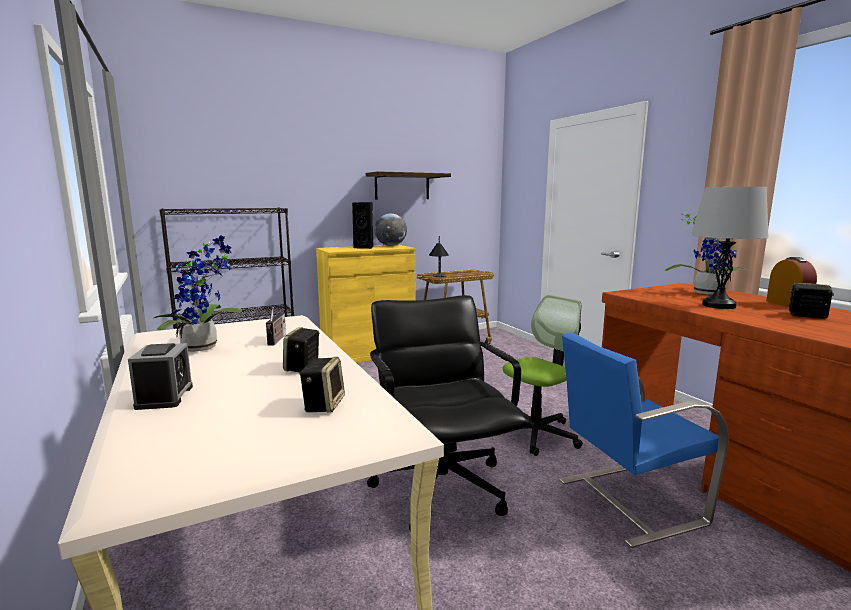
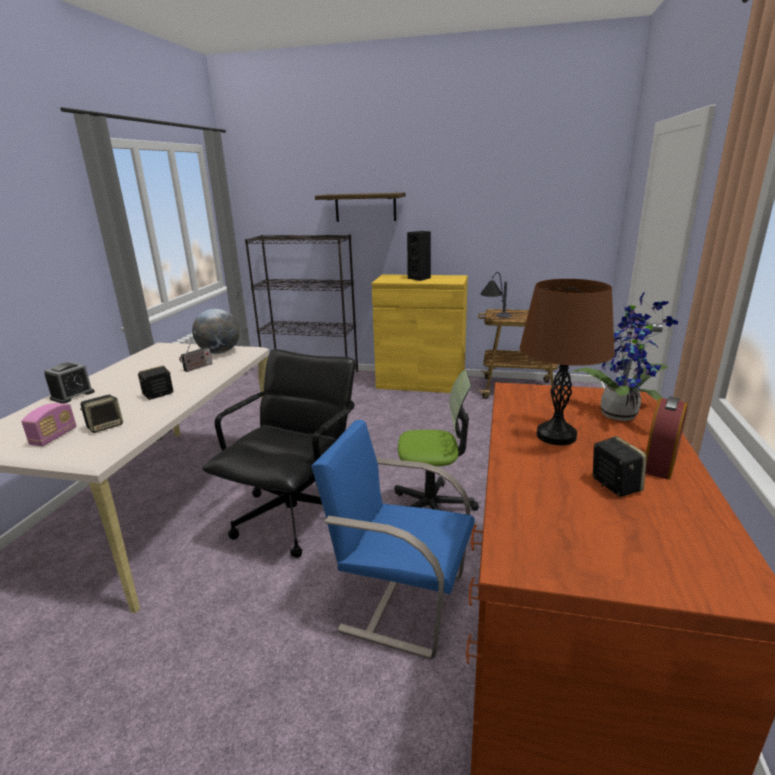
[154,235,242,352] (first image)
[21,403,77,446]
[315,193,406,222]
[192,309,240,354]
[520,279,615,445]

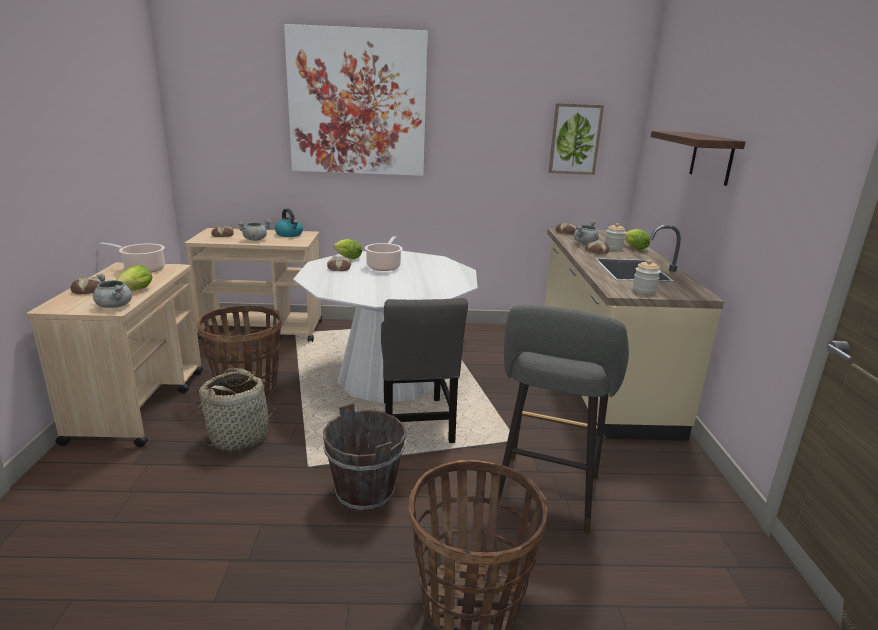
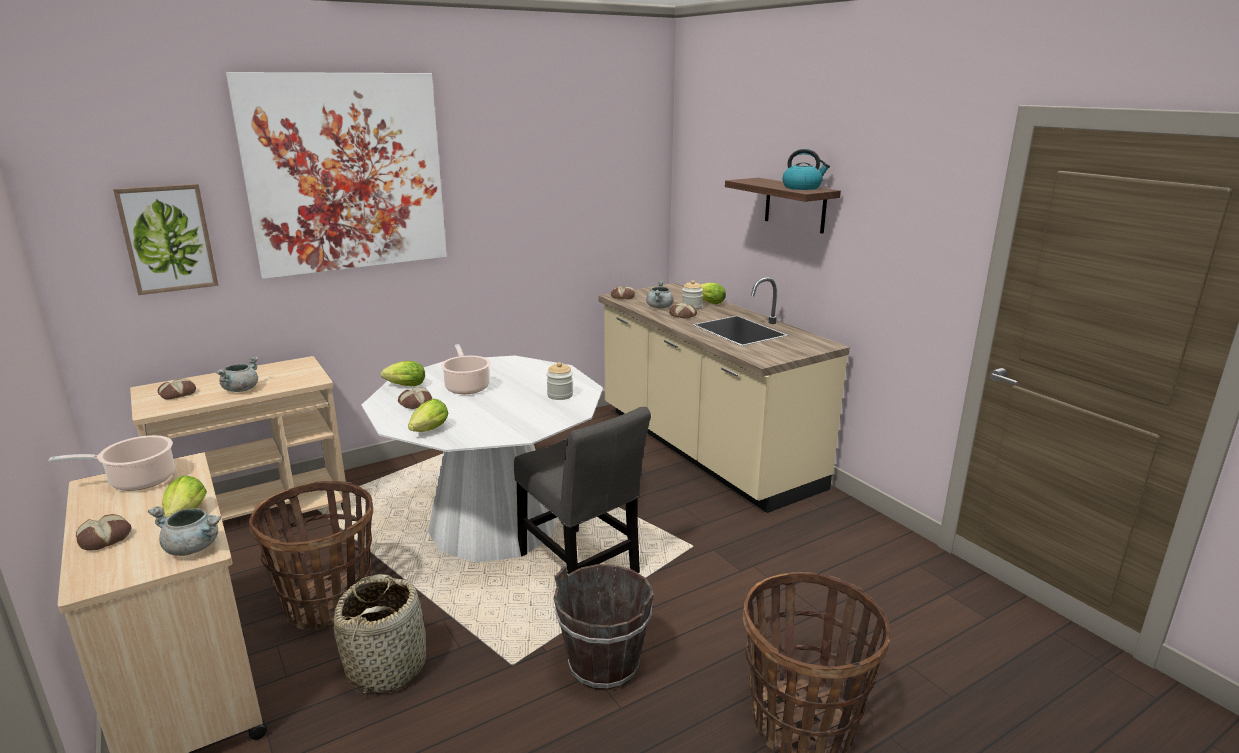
[498,305,629,534] (first image)
[408,399,448,432]
[782,149,830,190]
[113,184,219,295]
[546,362,573,400]

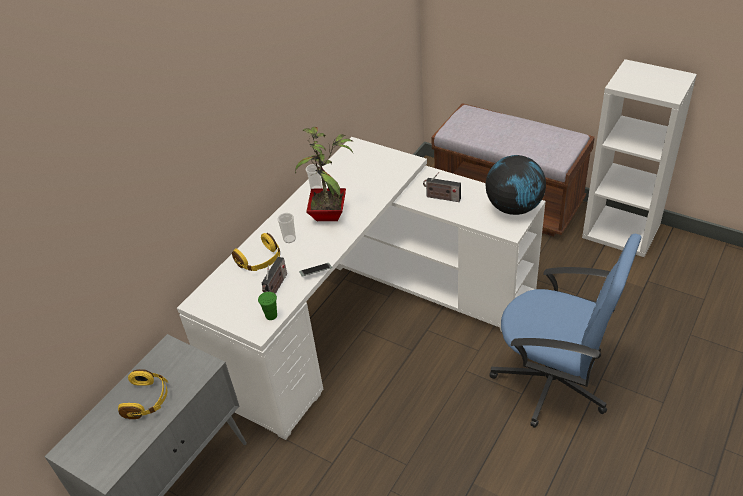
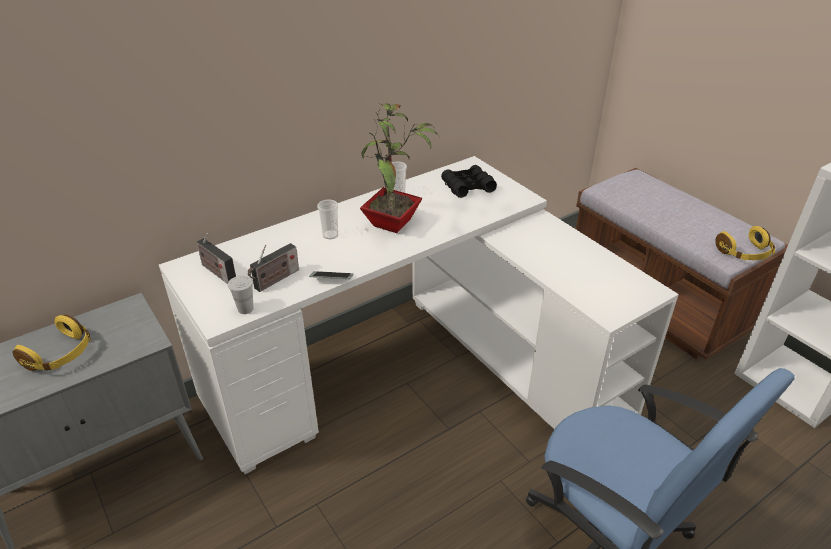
[486,155,546,215] (first image)
[441,165,497,198]
[715,226,775,260]
[196,233,236,284]
[228,275,253,314]

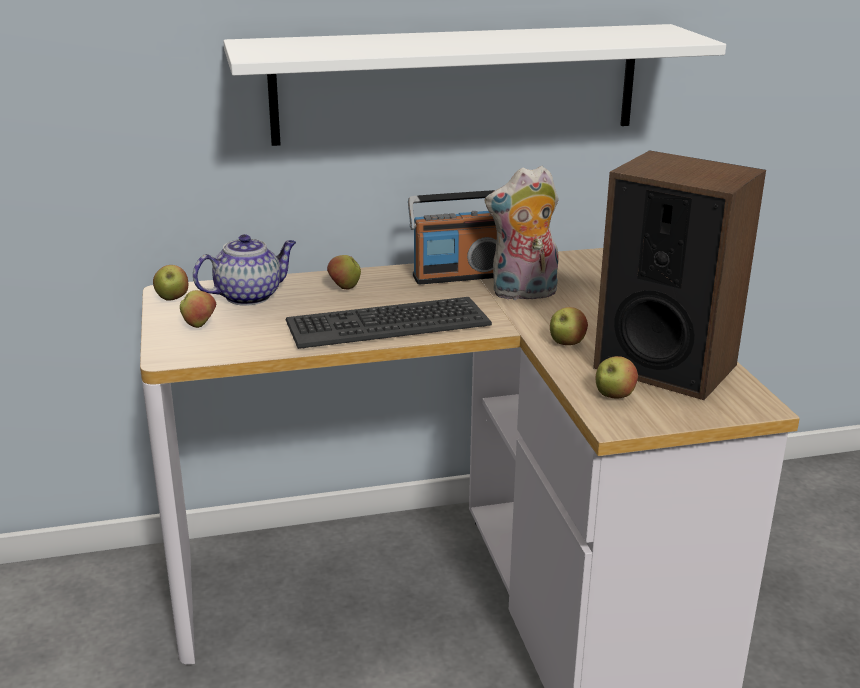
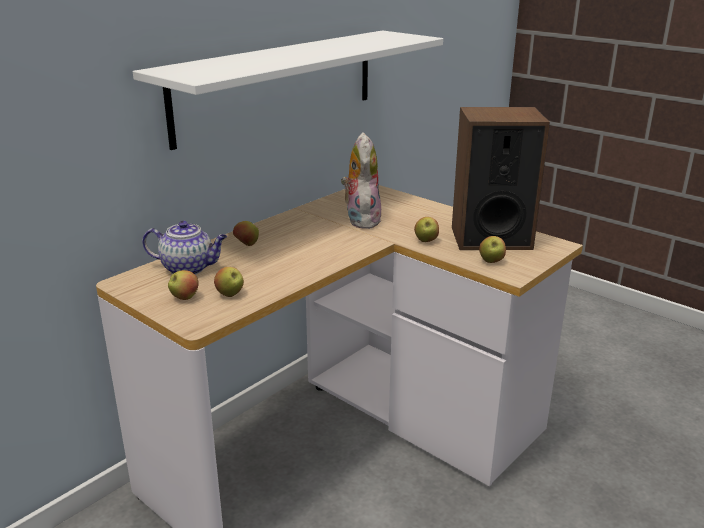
[286,297,492,349] (first image)
[408,190,497,284] (first image)
[214,267,244,297]
[142,221,227,275]
[341,132,381,229]

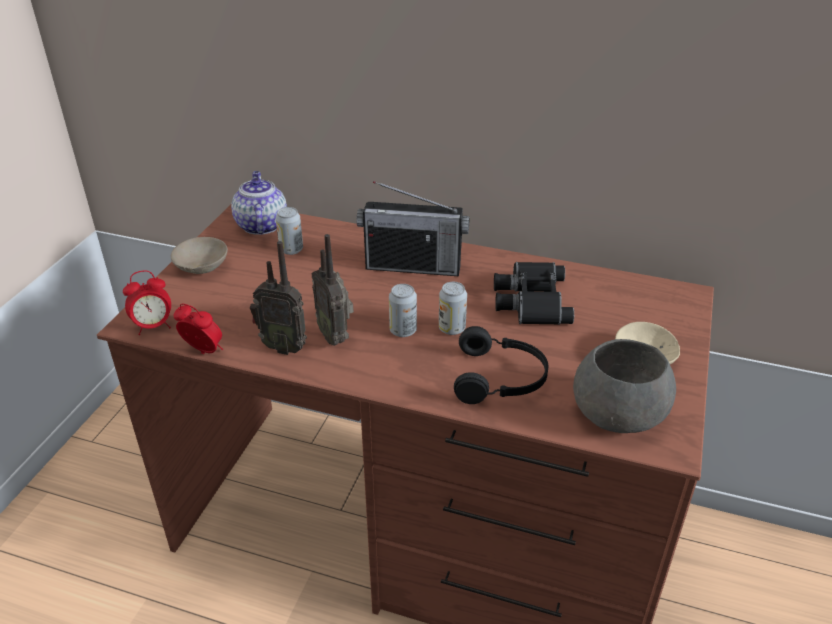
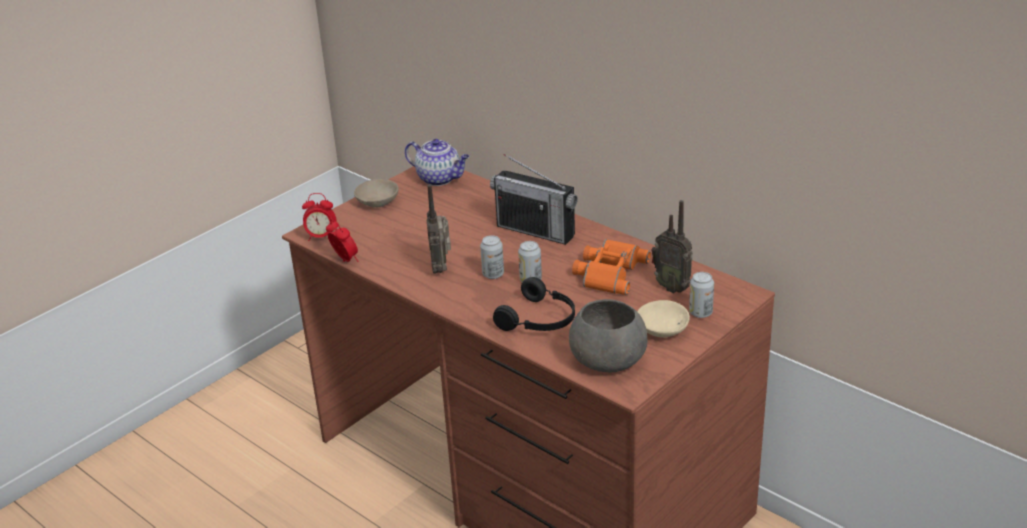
[652,200,693,293]
[689,272,714,318]
[572,239,651,295]
[405,139,470,186]

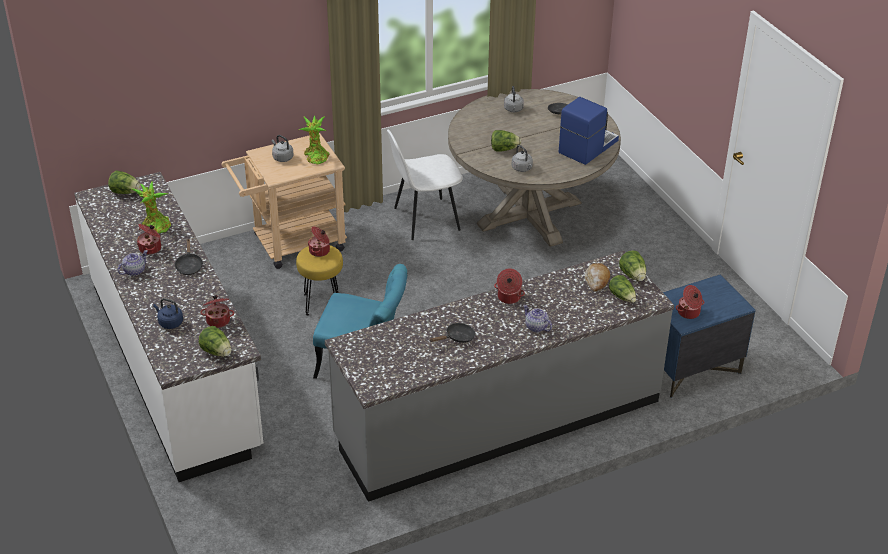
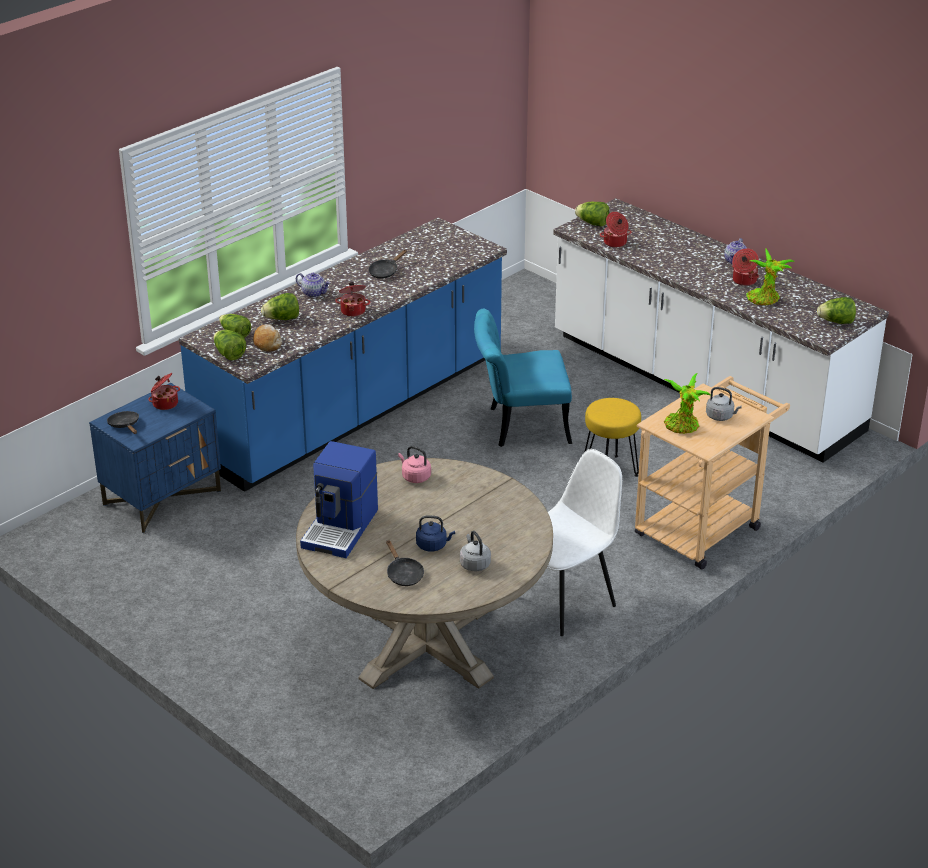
[308,226,330,257] (first image)
[416,515,455,552]
[107,411,139,434]
[261,293,299,320]
[179,217,507,492]
[398,446,431,483]

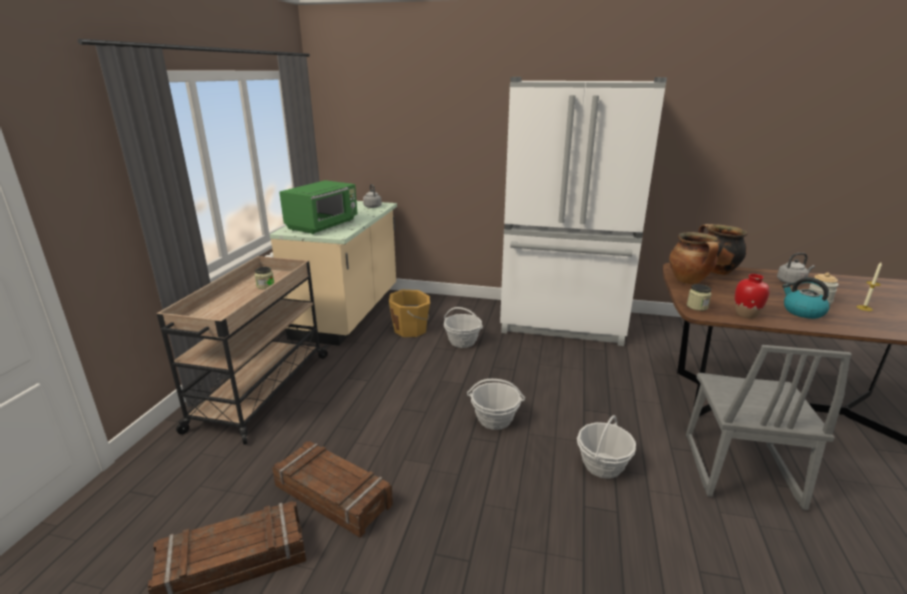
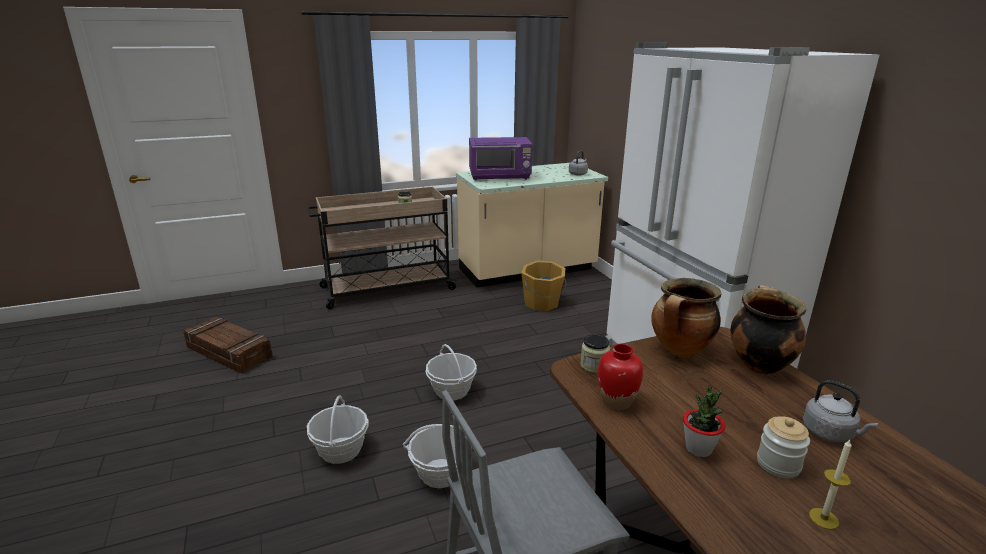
[272,441,393,538] (first image)
[307,395,369,464]
[683,386,725,457]
[469,137,533,180]

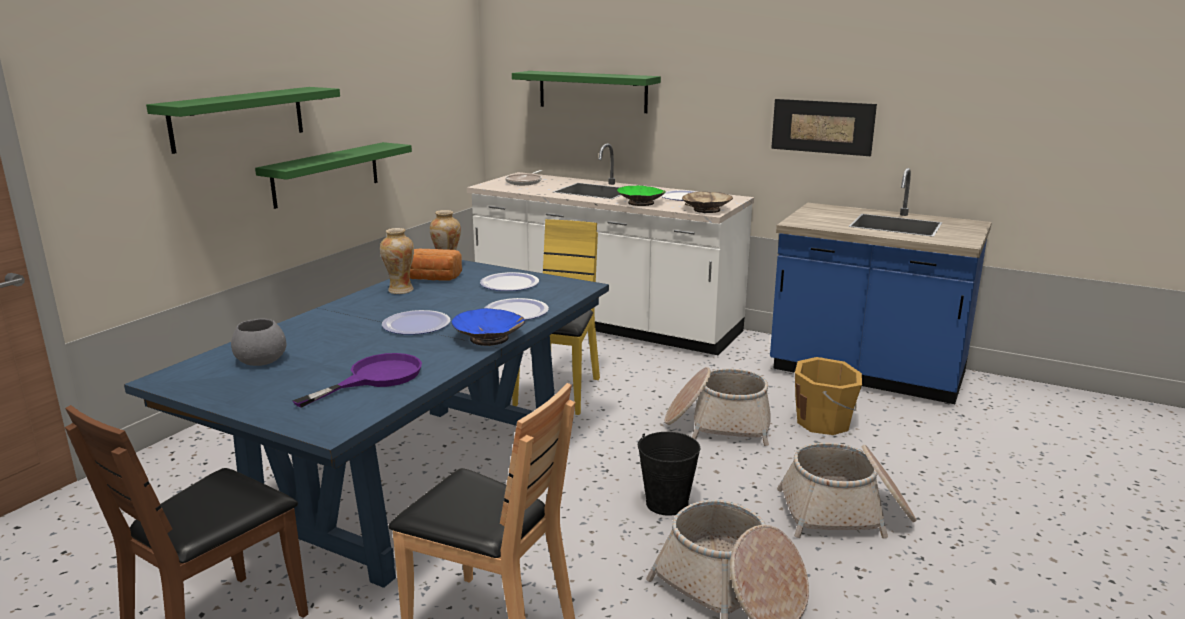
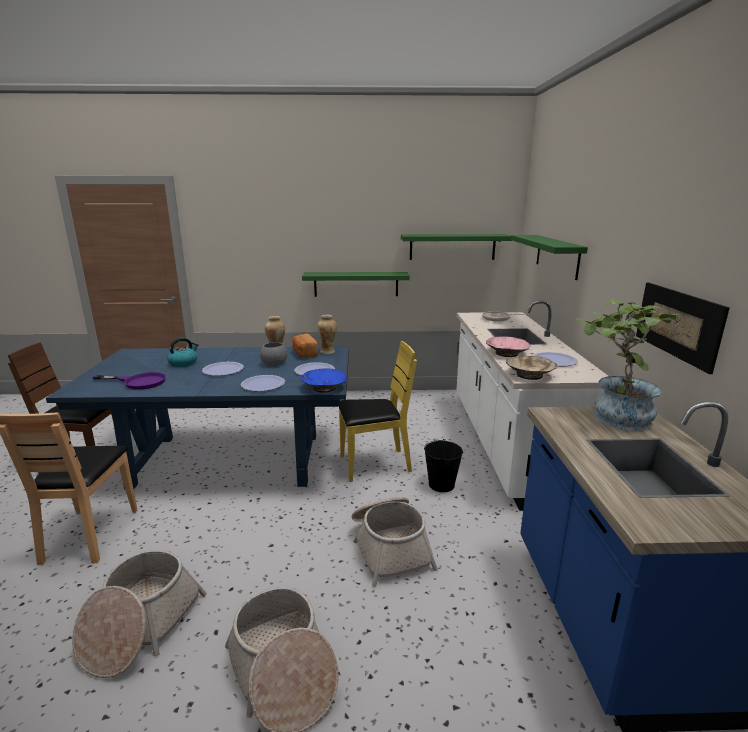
[795,357,862,435] (first image)
[167,338,198,367]
[575,299,680,431]
[401,234,512,260]
[260,342,287,366]
[301,368,347,393]
[424,439,463,492]
[486,337,530,357]

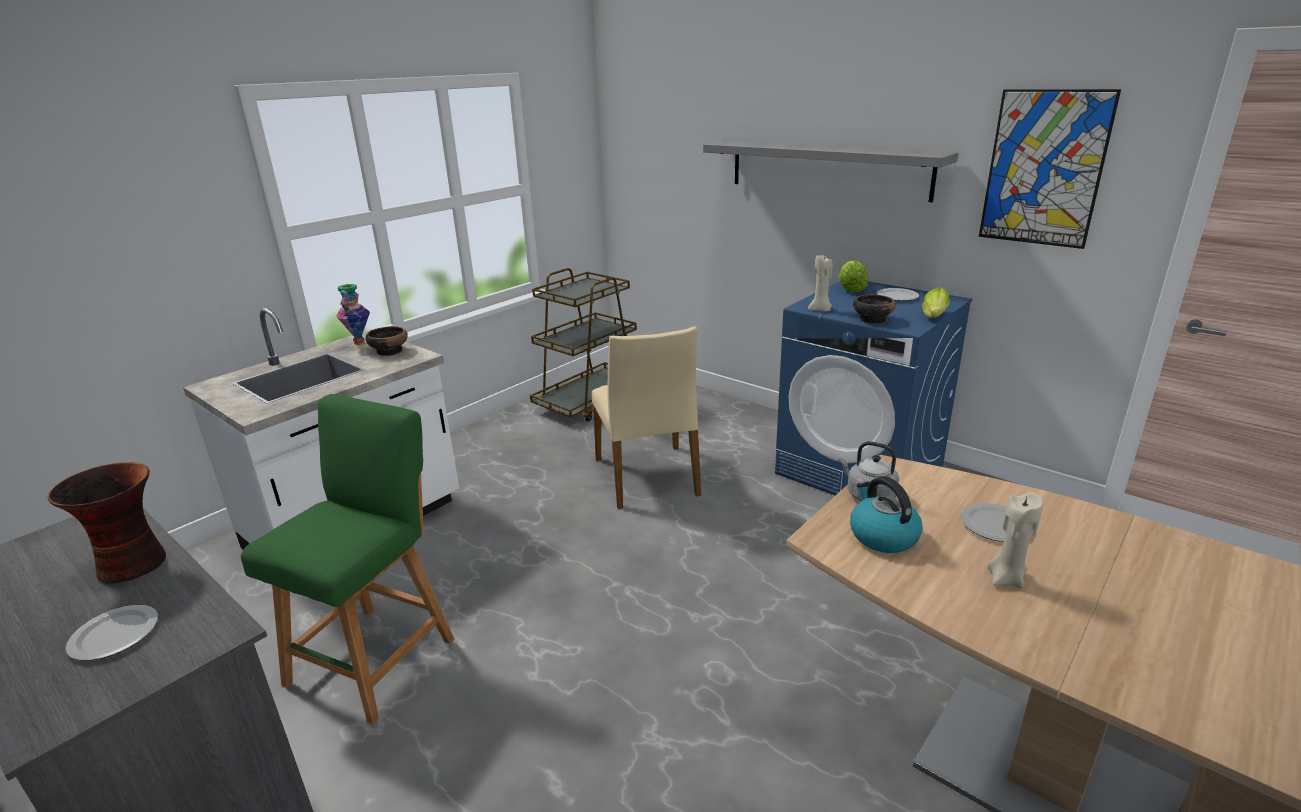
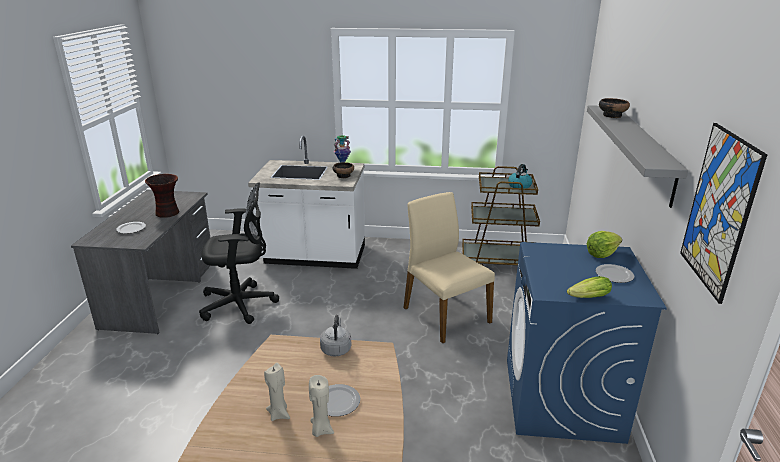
[309,375,334,437]
[508,164,532,188]
[599,98,630,118]
[199,182,279,324]
[404,192,495,344]

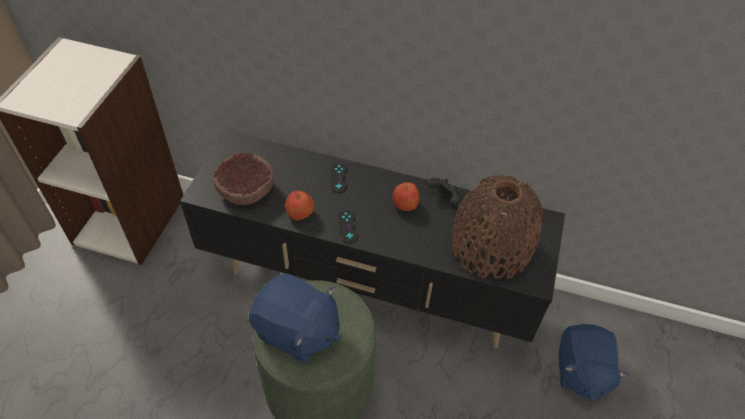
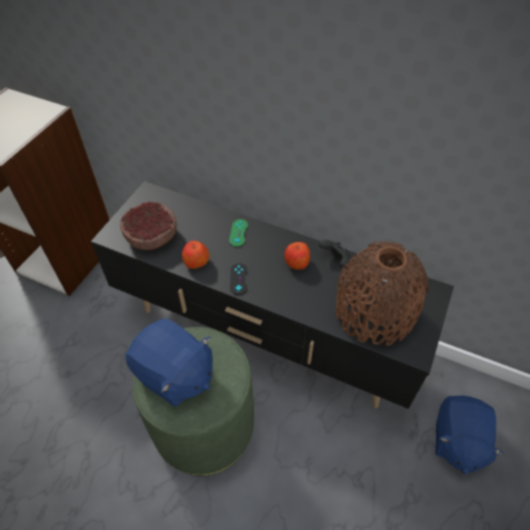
[229,219,248,247]

